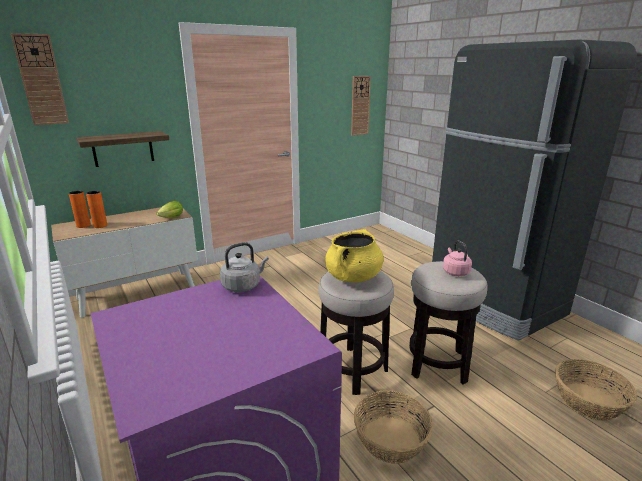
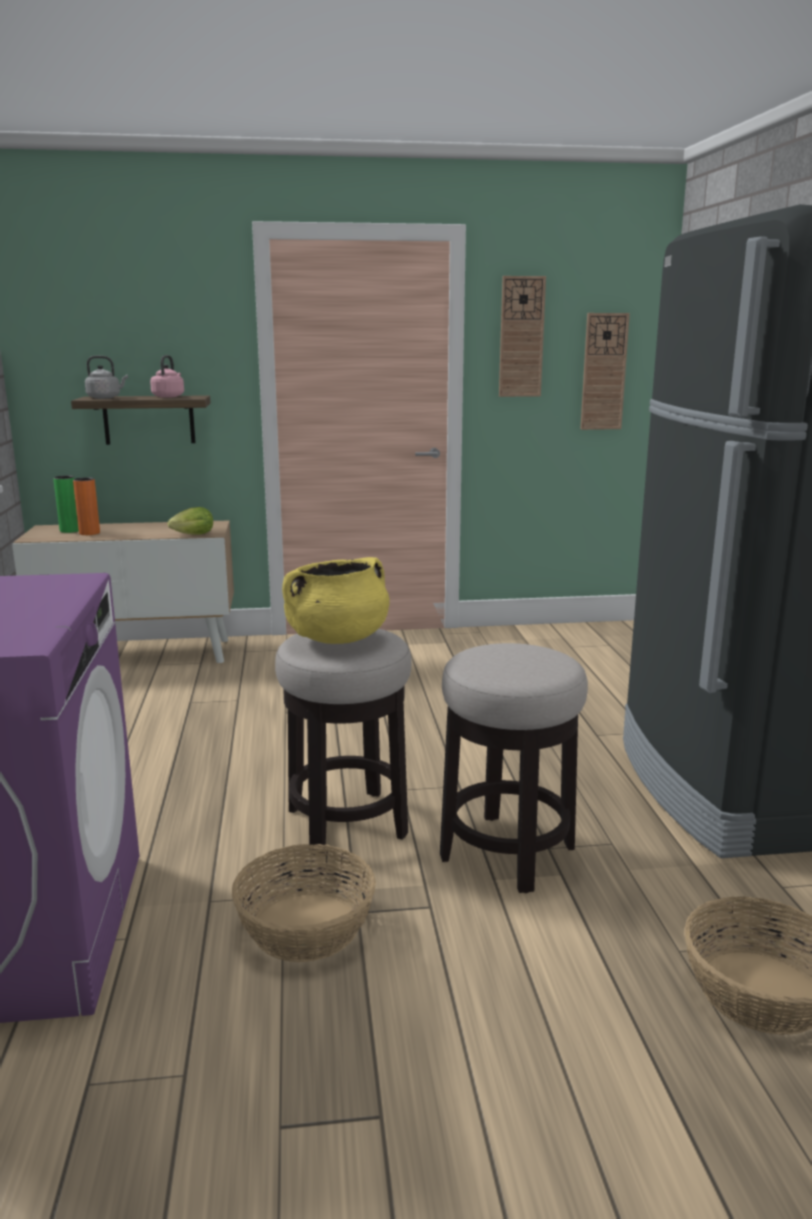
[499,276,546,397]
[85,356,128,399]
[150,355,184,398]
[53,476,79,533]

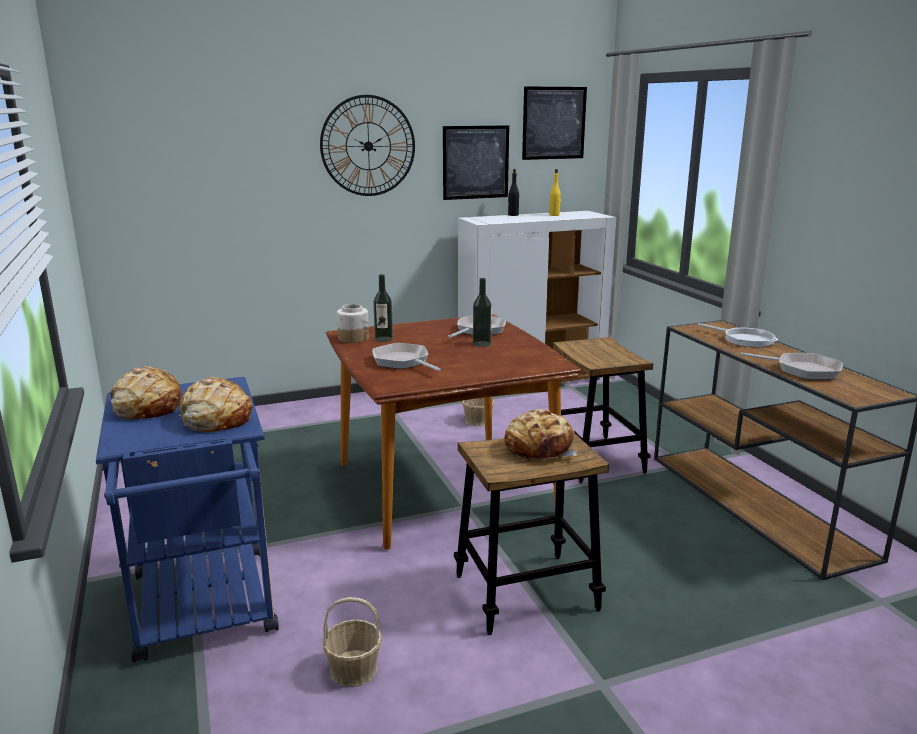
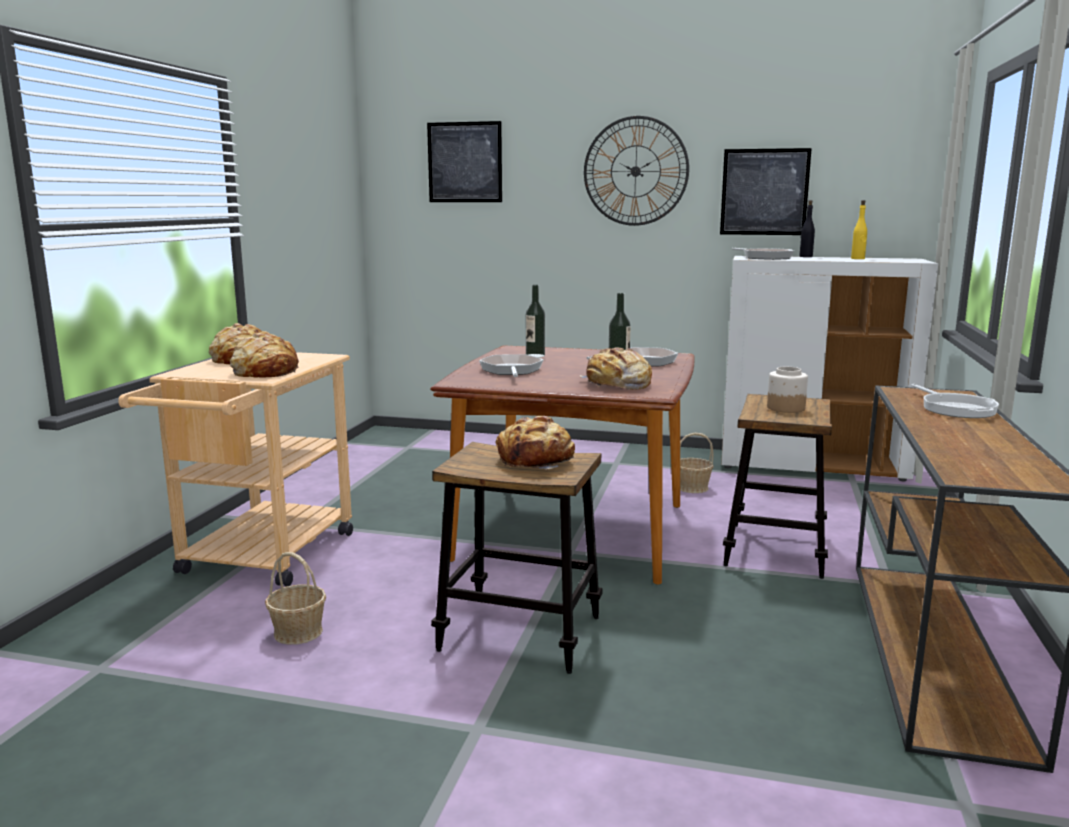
[580,348,652,390]
[767,367,808,413]
[427,121,502,202]
[732,248,794,260]
[118,352,353,587]

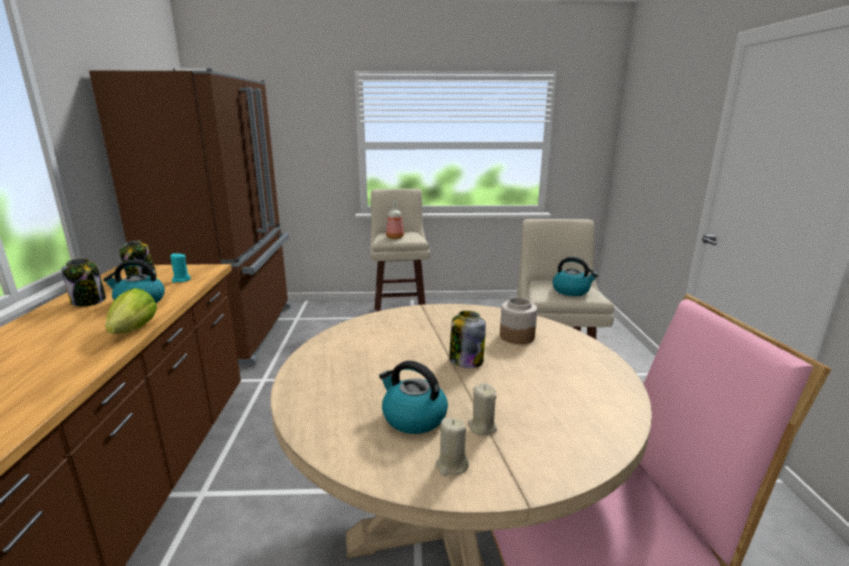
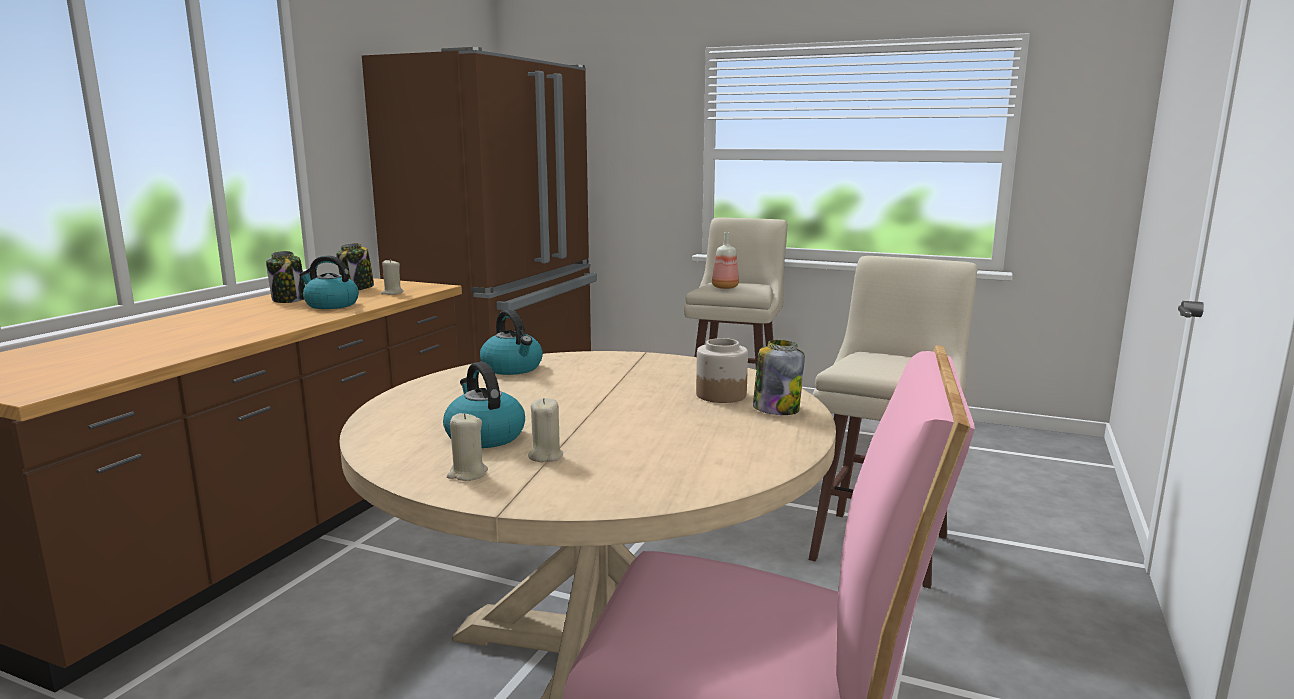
[105,288,157,334] (first image)
[753,340,805,415]
[480,310,543,375]
[381,259,404,295]

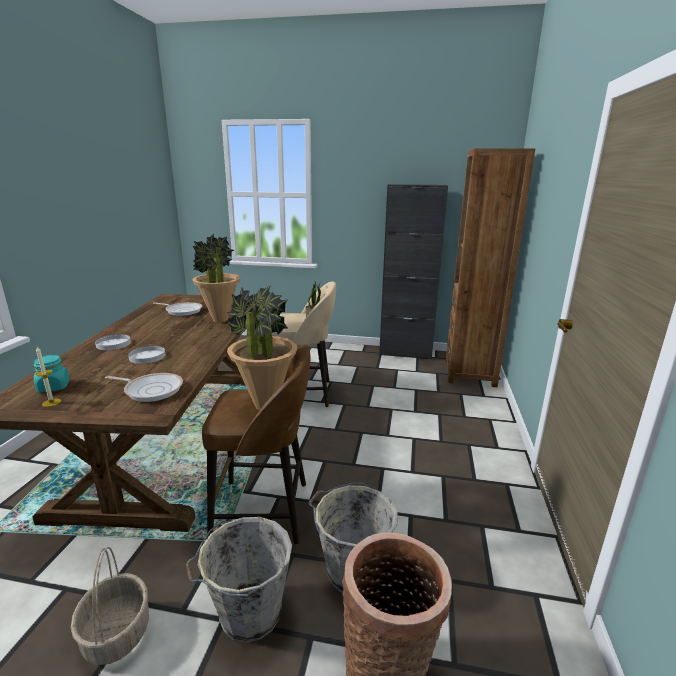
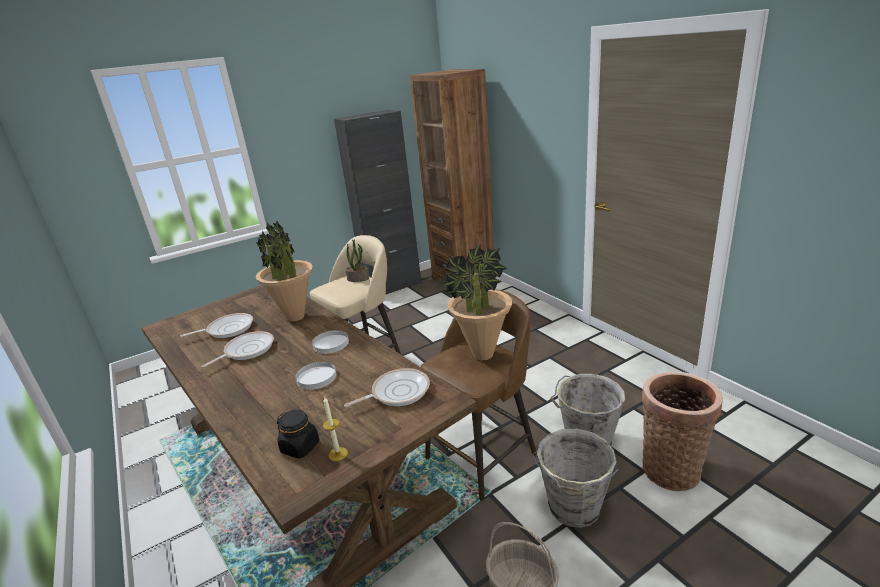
[202,331,274,368]
[312,330,349,354]
[277,410,320,459]

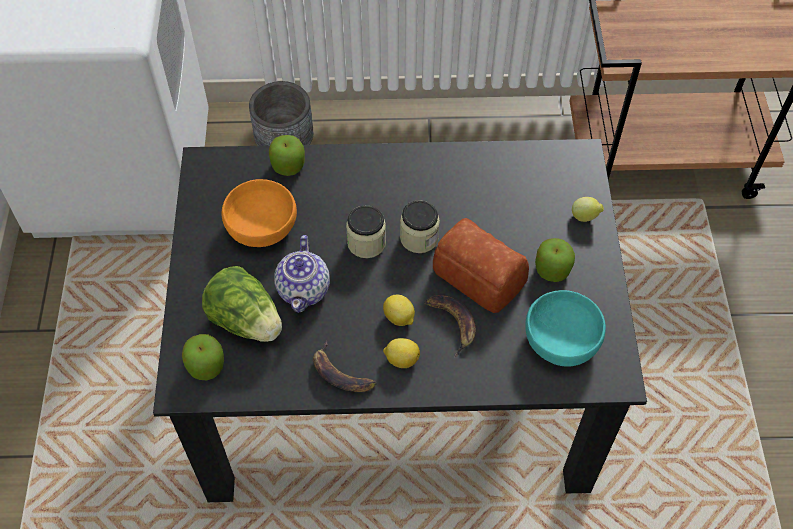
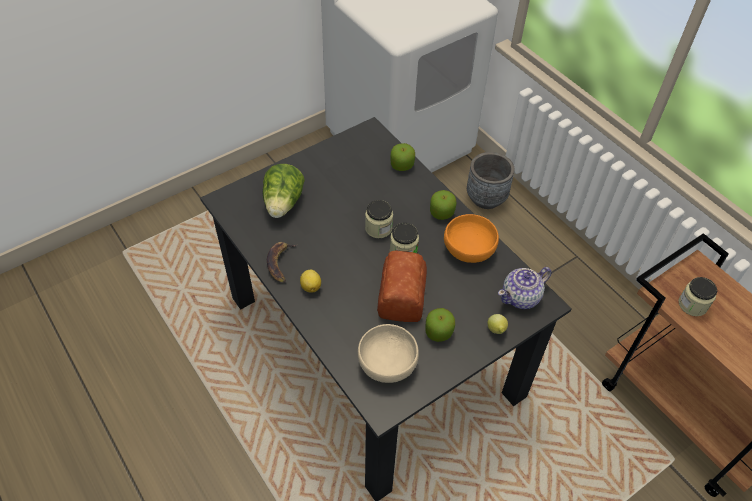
[383,295,415,326] (first image)
[424,295,476,358] (first image)
[678,277,717,316]
[430,190,457,220]
[444,214,499,263]
[498,267,551,309]
[358,324,419,383]

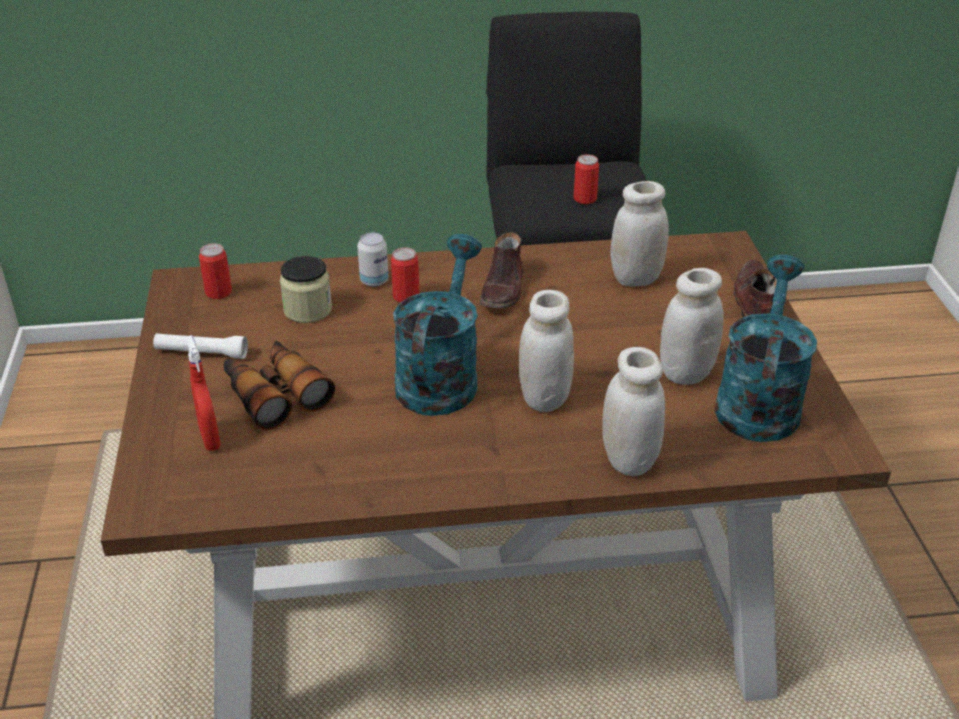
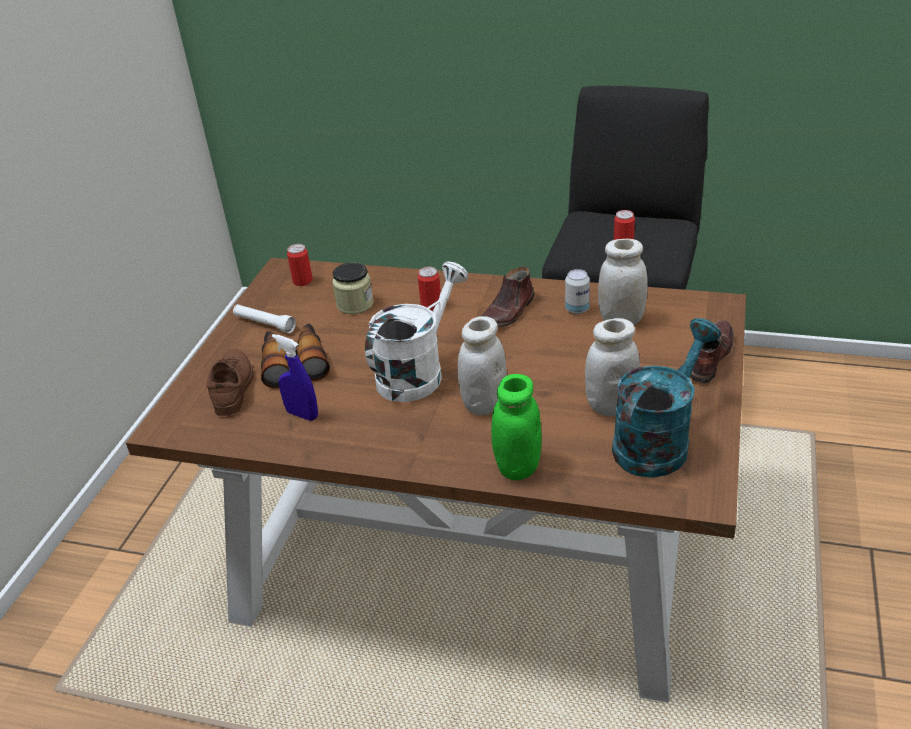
[272,334,318,421]
[565,269,590,314]
[207,349,254,416]
[365,262,468,402]
[491,374,542,480]

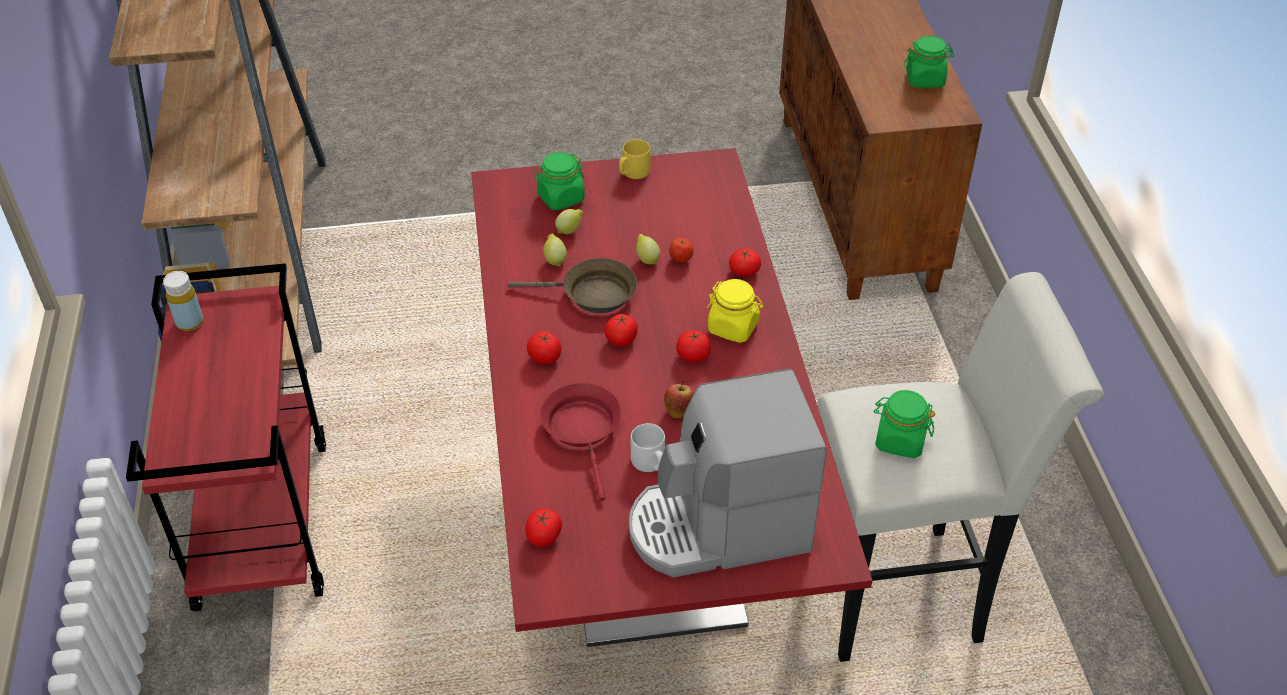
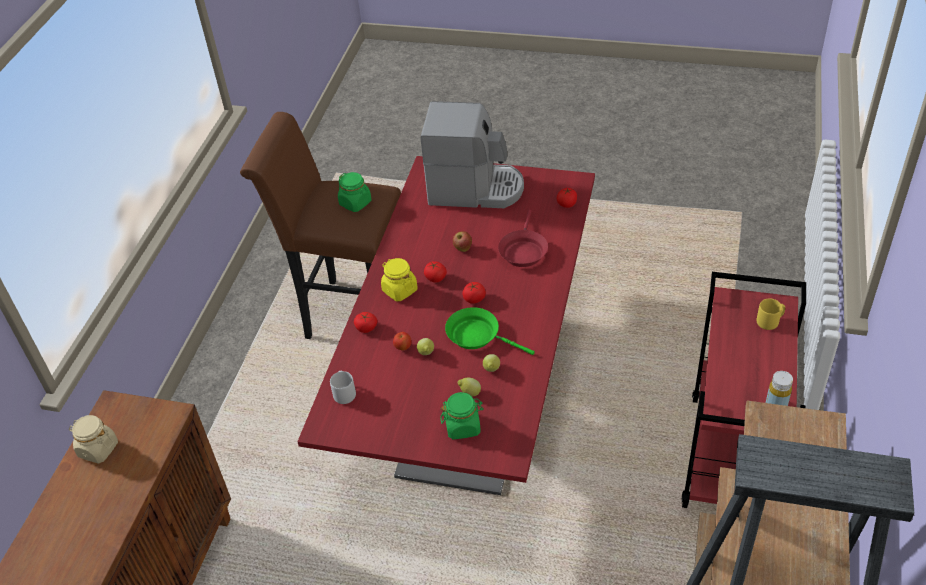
[527,331,561,364] (first image)
[756,299,785,330]
[330,371,356,404]
[445,307,535,355]
[240,112,401,339]
[69,415,118,464]

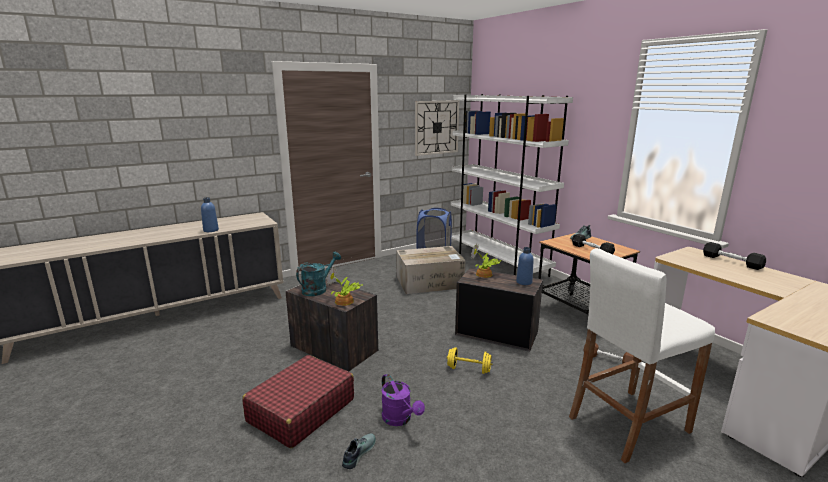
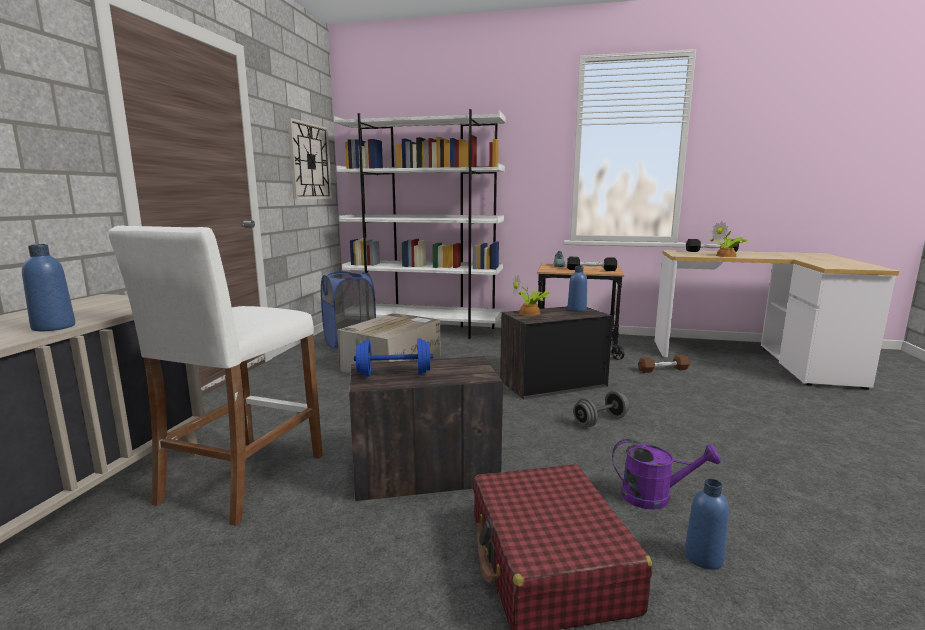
[711,221,749,257]
[109,226,323,526]
[354,338,433,377]
[685,479,729,570]
[573,391,629,427]

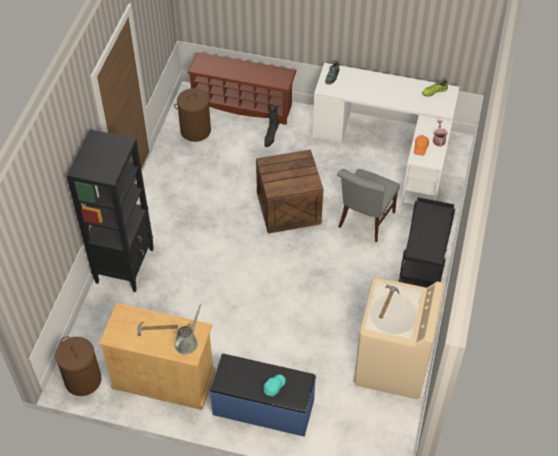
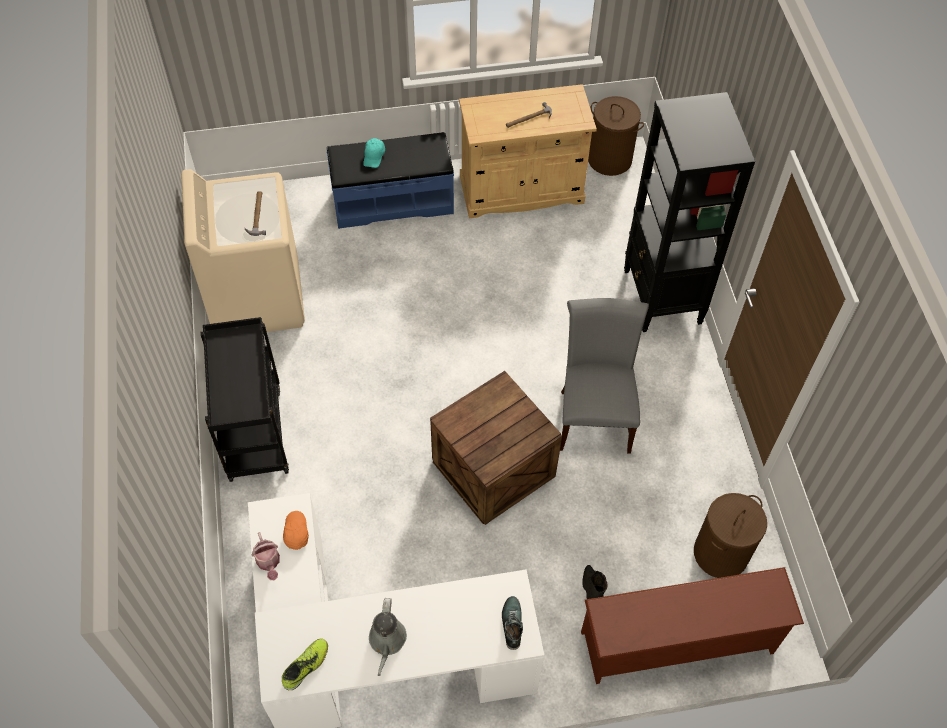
[369,598,407,676]
[560,298,649,454]

